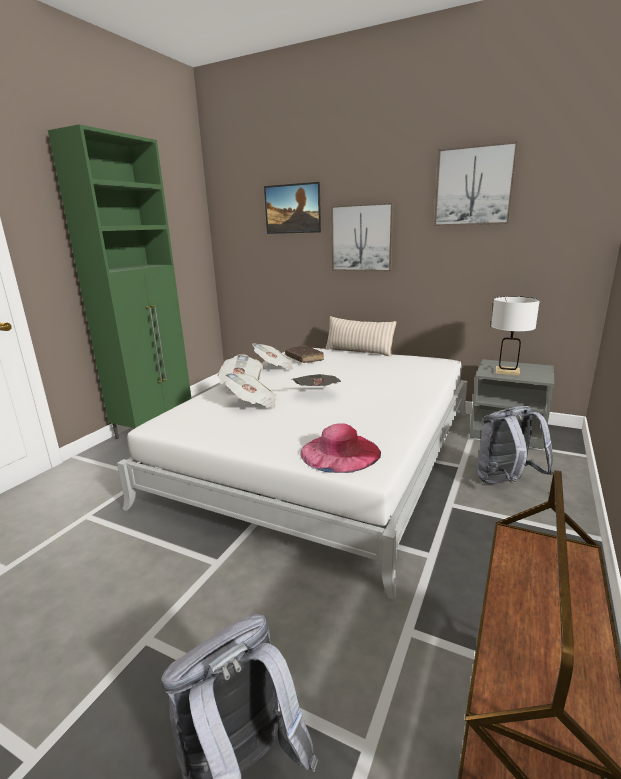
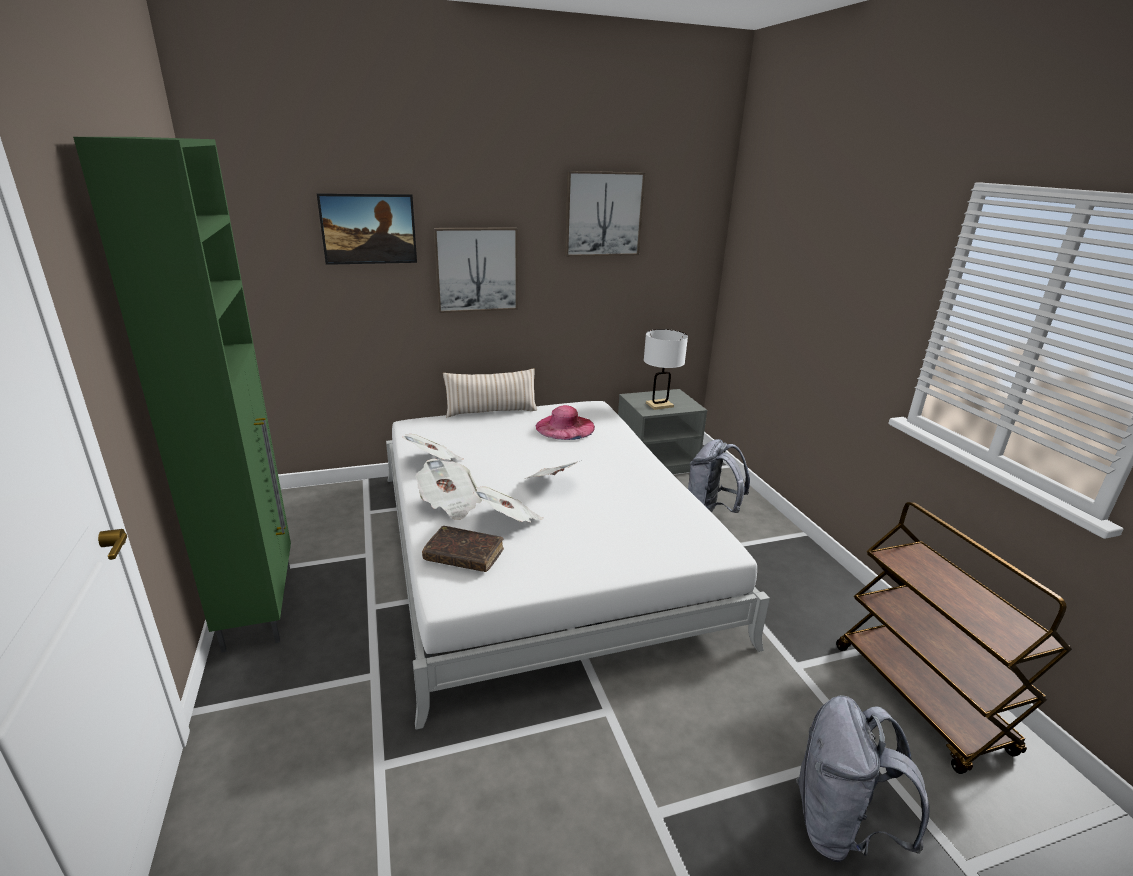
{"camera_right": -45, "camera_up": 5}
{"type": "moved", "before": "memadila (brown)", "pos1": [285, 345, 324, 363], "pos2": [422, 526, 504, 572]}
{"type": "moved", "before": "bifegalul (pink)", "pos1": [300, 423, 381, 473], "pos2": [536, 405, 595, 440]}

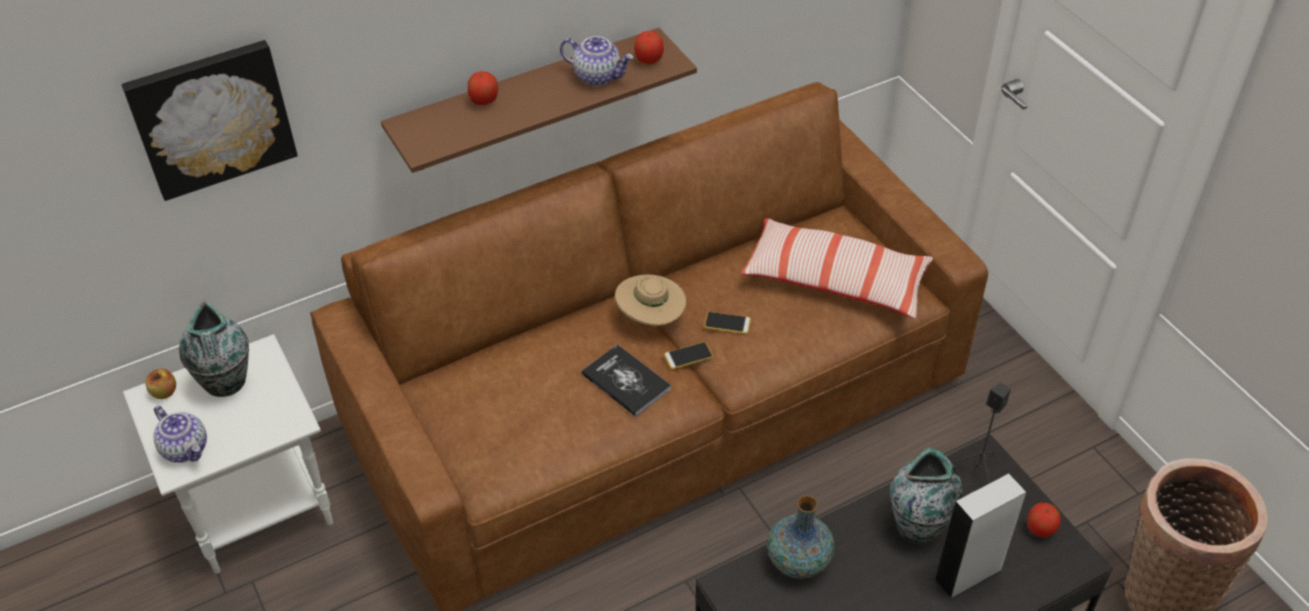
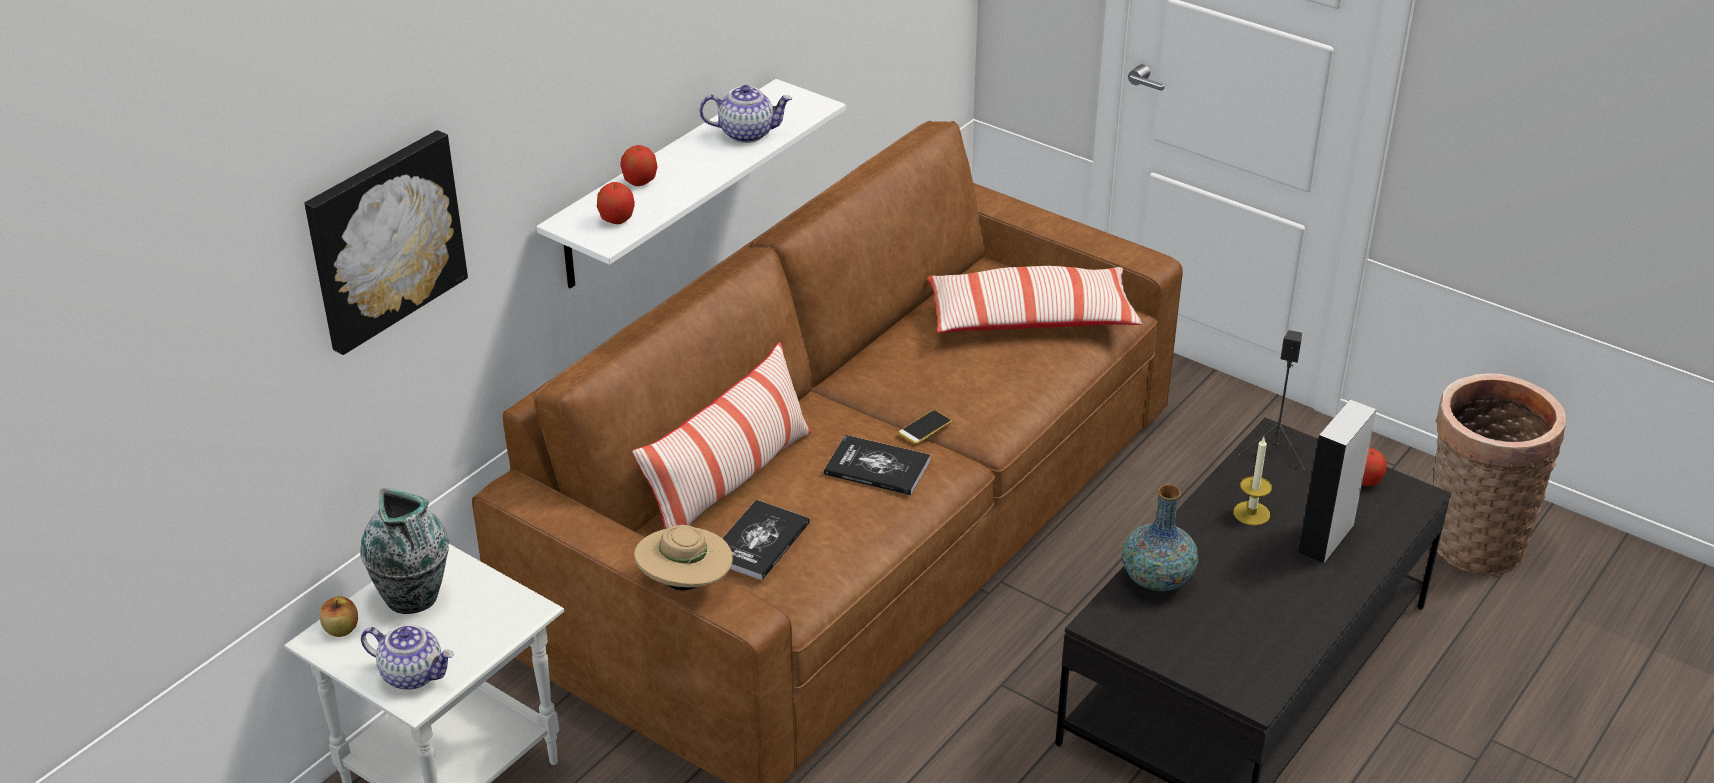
{"camera_right": -25, "camera_up": -10}
{"type": "removed", "before": "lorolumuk", "pos1": [704, 312, 751, 334]}
{"type": "added", "after": "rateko", "pos2": [632, 342, 812, 529]}
{"type": "added", "after": "memadila", "pos2": [722, 500, 810, 580]}
{"type": "moved", "before": "bifegalul (beige)", "pos1": [615, 275, 686, 326], "pos2": [634, 525, 733, 591]}
{"type": "moved", "before": "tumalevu", "pos1": [634, 31, 664, 64], "pos2": [597, 182, 635, 224]}
{"type": "replaced", "before": "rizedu", "after": "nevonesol", "pos1": [890, 447, 962, 544], "pos2": [1234, 437, 1272, 526]}
{"type": "recoloured", "before": "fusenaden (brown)", "after": "fusenaden (white)", "pos1": [381, 28, 697, 173], "pos2": [536, 79, 846, 288]}

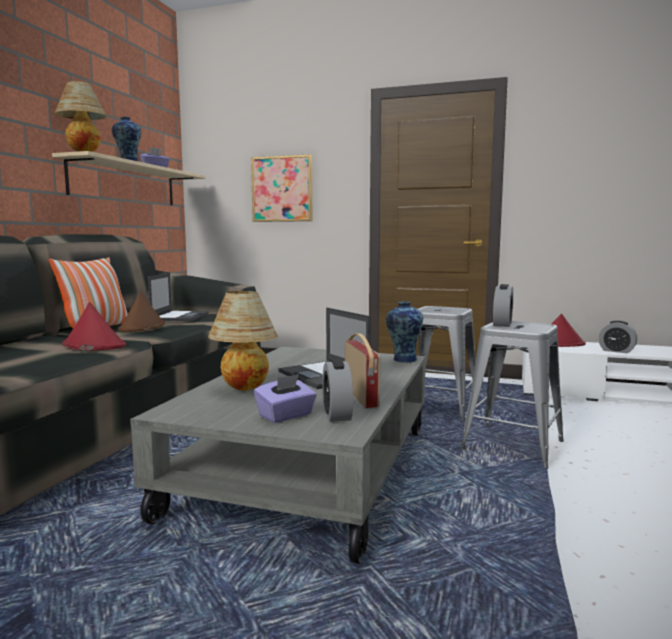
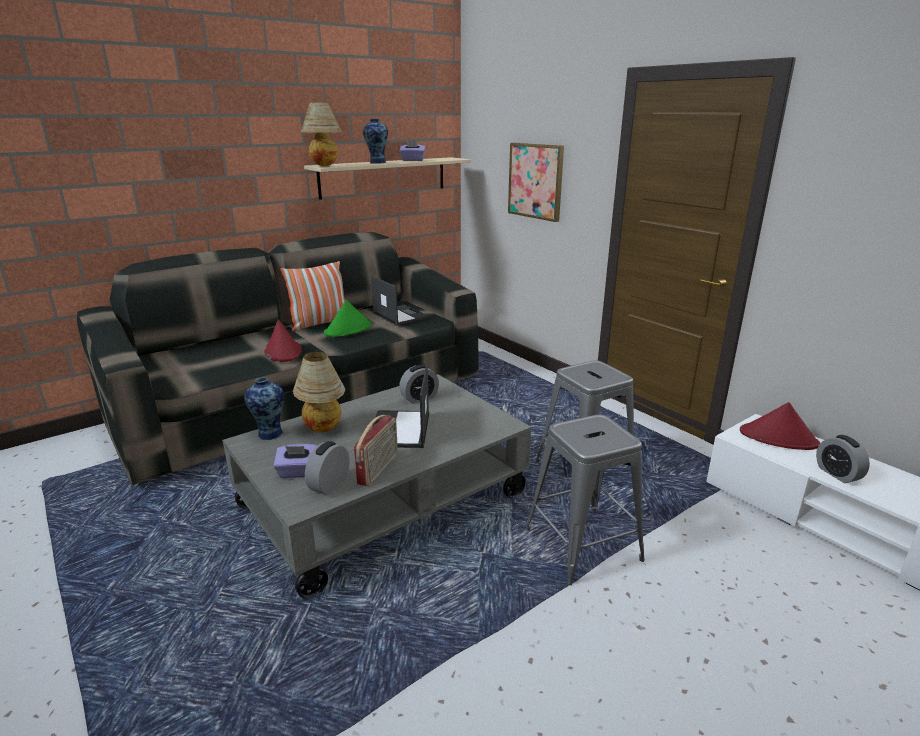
{"camera_right": 35, "camera_up": 15}
{"type": "moved", "before": "rizedu", "pos1": [386, 301, 423, 363], "pos2": [244, 377, 284, 440]}
{"type": "moved", "before": "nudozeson", "pos1": [493, 284, 513, 327], "pos2": [399, 365, 439, 404]}
{"type": "recoloured", "before": "bifegalul (brown)", "after": "bifegalul (green)", "pos1": [118, 291, 165, 332], "pos2": [324, 300, 372, 337]}
{"type": "turned", "before": "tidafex", "pos1": [148, 273, 209, 321], "pos2": [371, 276, 430, 326], "turn": -75}

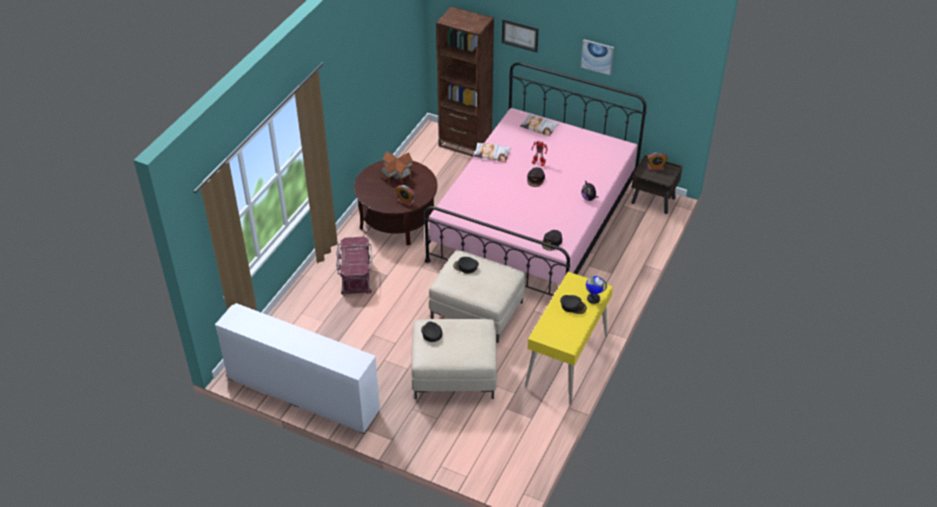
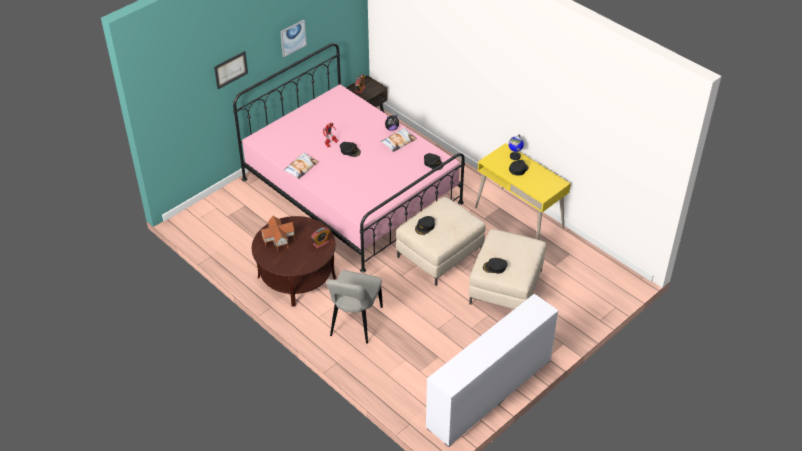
{"camera_right": -70, "camera_up": 0}
{"type": "removed", "before": "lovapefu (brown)", "pos1": [436, 7, 494, 156]}
{"type": "moved", "before": "rateko", "pos1": [520, 114, 559, 136], "pos2": [381, 128, 417, 152]}
{"type": "replaced", "before": "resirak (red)", "after": "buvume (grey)", "pos1": [336, 237, 372, 296], "pos2": [326, 270, 383, 344]}

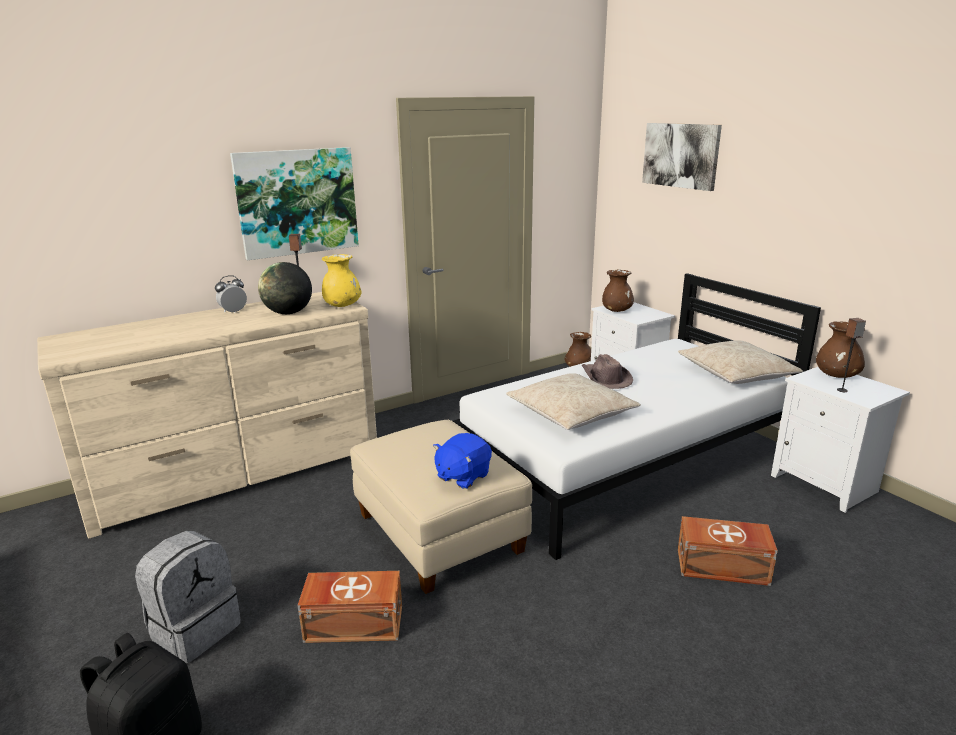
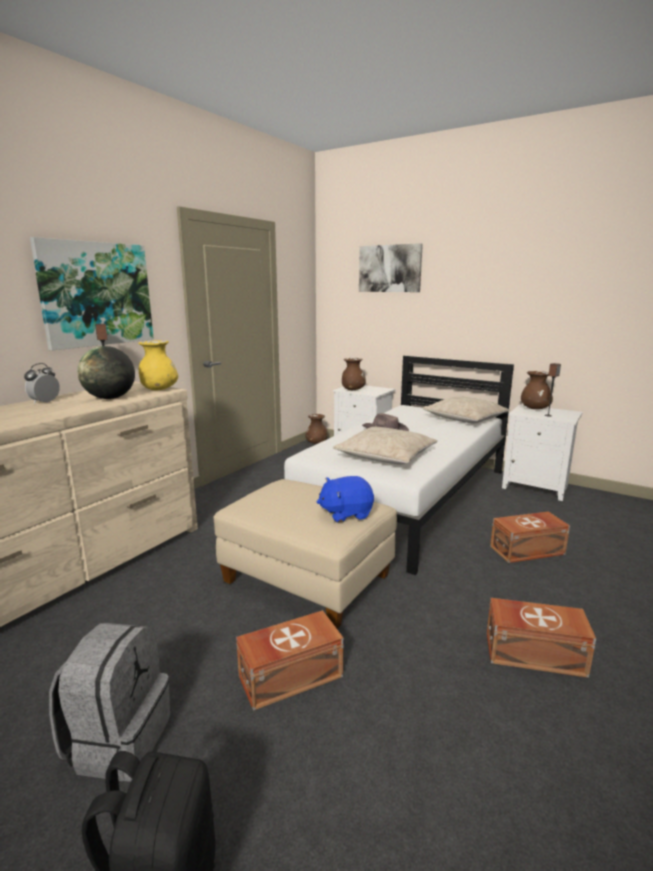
{"camera_right": -25, "camera_up": -5}
{"type": "added", "after": "resirak (brown)", "pos2": [486, 598, 596, 678]}
{"type": "turned", "before": "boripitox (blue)", "pos1": [433, 433, 492, 489], "pos2": [317, 476, 374, 523], "turn": 60}

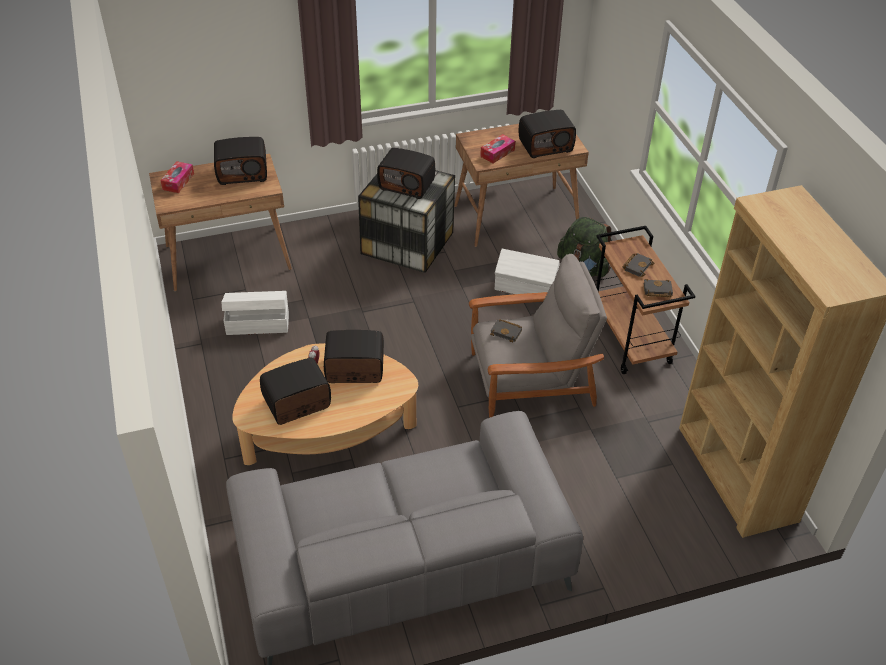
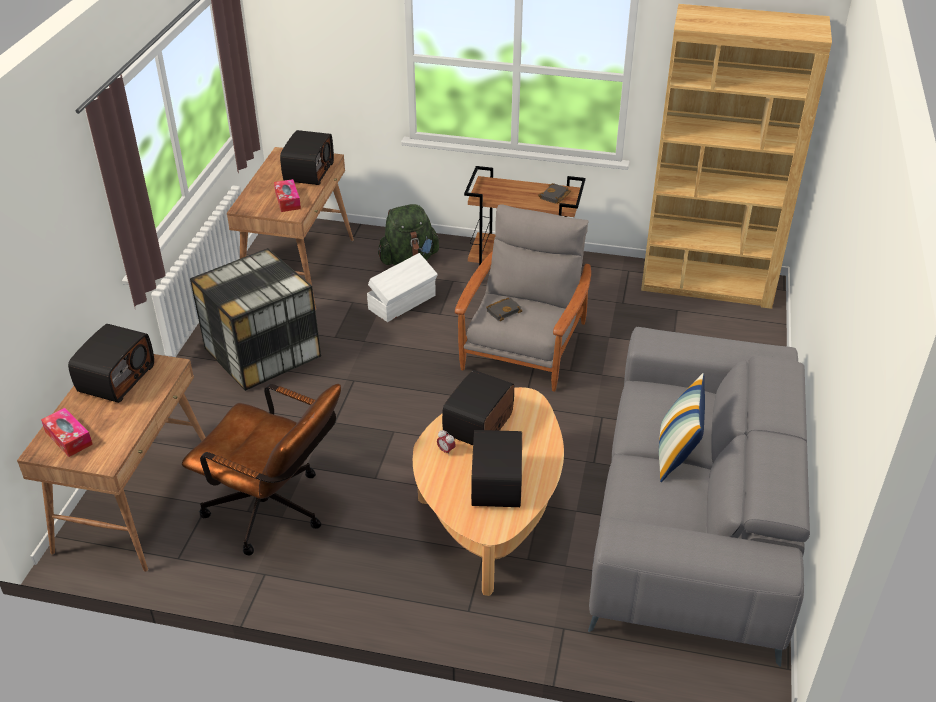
{"camera_right": -60, "camera_up": -5}
{"type": "removed", "before": "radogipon", "pos1": [377, 148, 435, 199]}
{"type": "removed", "before": "memadila (black)", "pos1": [623, 253, 655, 277]}
{"type": "added", "after": "rateko", "pos2": [659, 373, 705, 482]}
{"type": "replaced", "before": "resirak (white)", "after": "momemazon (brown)", "pos1": [221, 291, 289, 335], "pos2": [182, 384, 341, 555]}

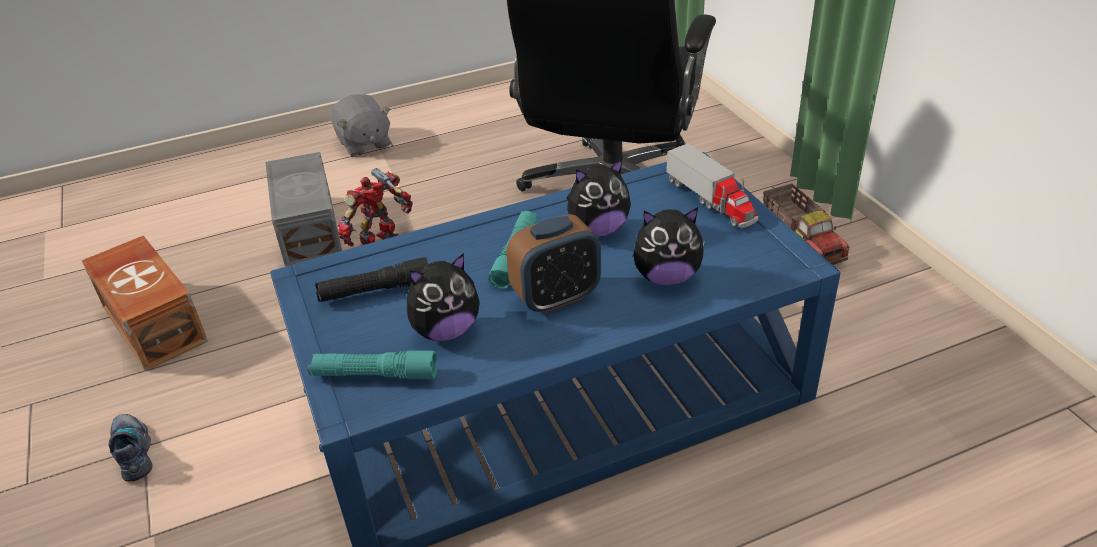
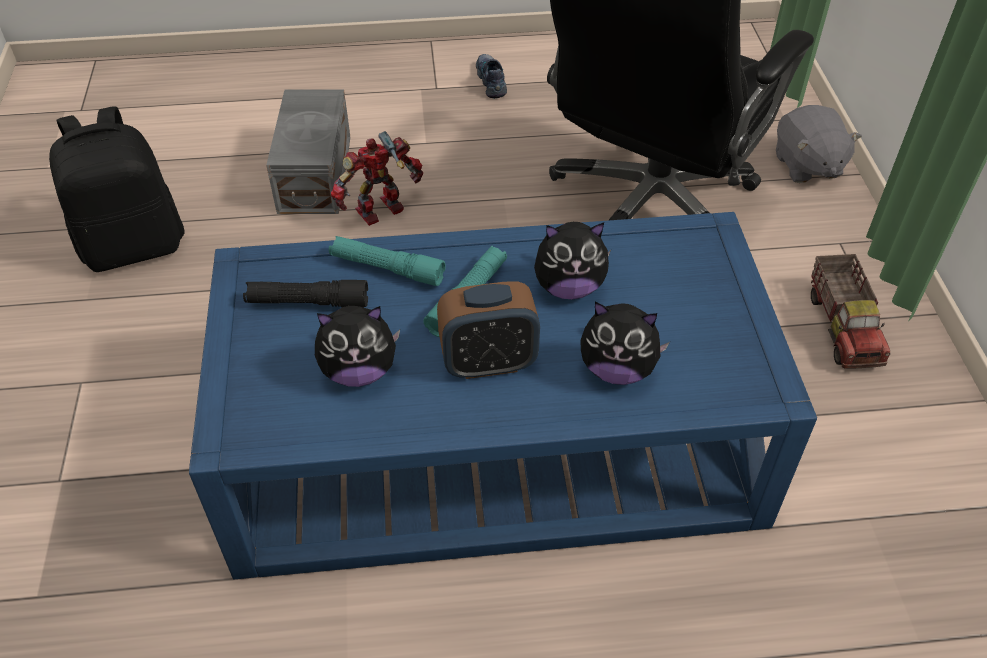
{"camera_right": 15, "camera_up": 10}
{"type": "removed", "before": "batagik", "pos1": [666, 143, 759, 228]}
{"type": "moved", "before": "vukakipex", "pos1": [109, 414, 153, 481], "pos2": [476, 54, 507, 99]}
{"type": "moved", "before": "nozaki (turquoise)", "pos1": [308, 351, 437, 379], "pos2": [329, 236, 446, 286]}
{"type": "moved", "before": "boripitox (grey)", "pos1": [331, 94, 391, 157], "pos2": [776, 105, 862, 183]}
{"type": "replaced", "before": "resirak (brown)", "after": "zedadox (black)", "pos1": [82, 235, 208, 371], "pos2": [49, 107, 184, 272]}

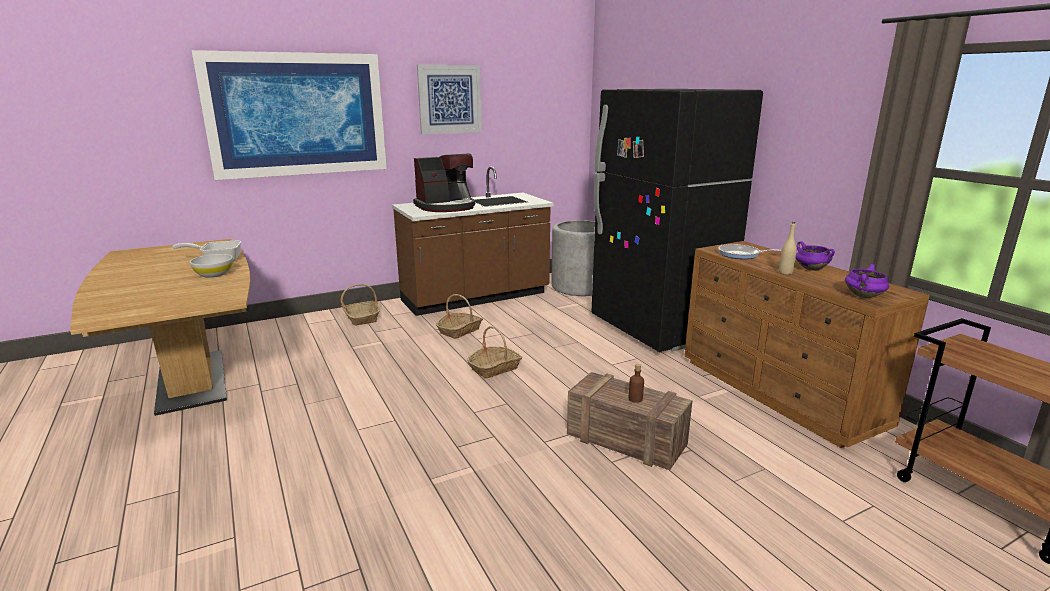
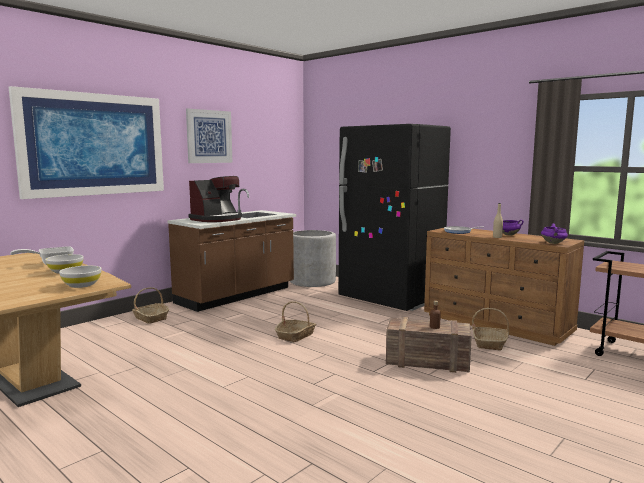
{"camera_right": -20, "camera_up": -10}
{"type": "added", "after": "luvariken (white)", "pos2": [59, 266, 101, 288]}
{"type": "moved", "before": "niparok", "pos1": [436, 294, 483, 339], "pos2": [472, 308, 509, 351]}

